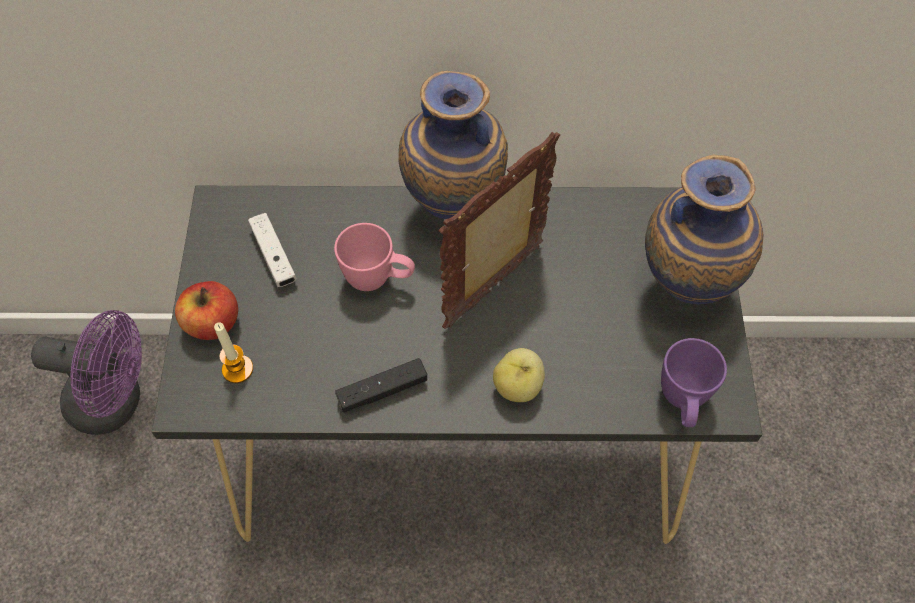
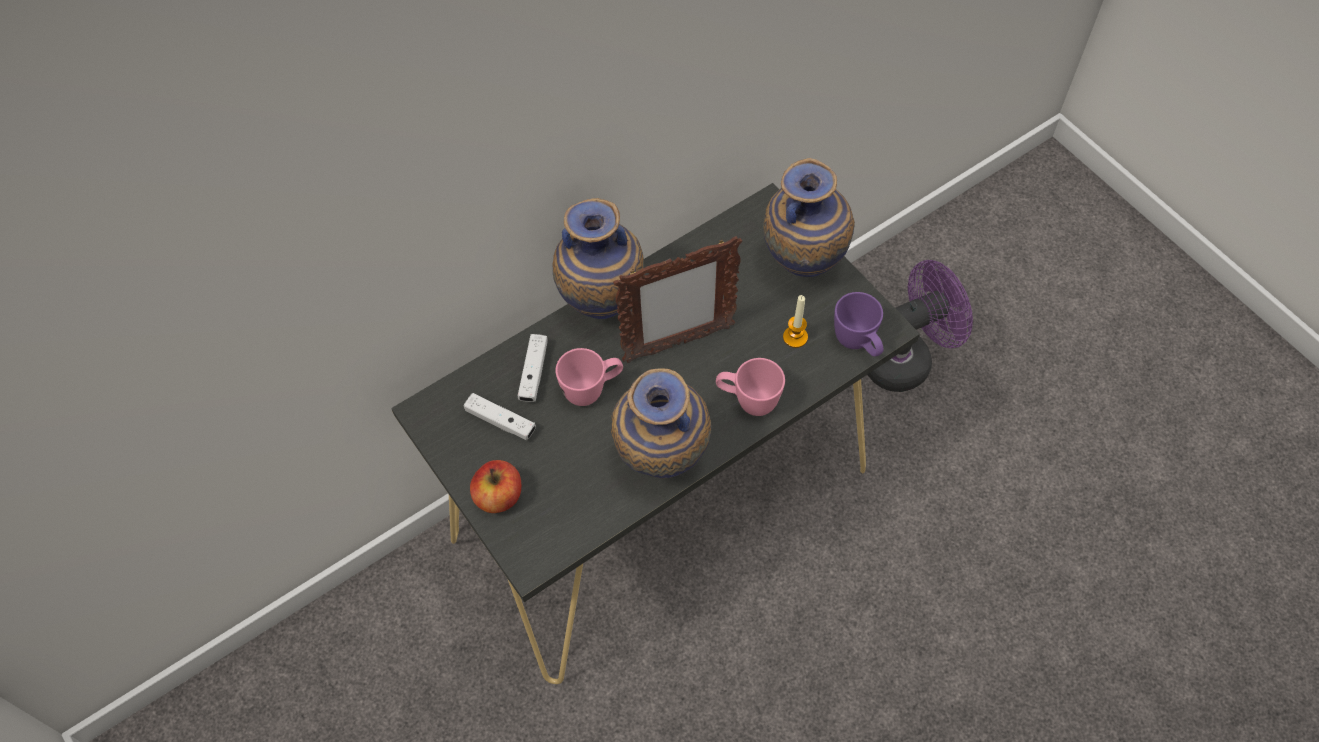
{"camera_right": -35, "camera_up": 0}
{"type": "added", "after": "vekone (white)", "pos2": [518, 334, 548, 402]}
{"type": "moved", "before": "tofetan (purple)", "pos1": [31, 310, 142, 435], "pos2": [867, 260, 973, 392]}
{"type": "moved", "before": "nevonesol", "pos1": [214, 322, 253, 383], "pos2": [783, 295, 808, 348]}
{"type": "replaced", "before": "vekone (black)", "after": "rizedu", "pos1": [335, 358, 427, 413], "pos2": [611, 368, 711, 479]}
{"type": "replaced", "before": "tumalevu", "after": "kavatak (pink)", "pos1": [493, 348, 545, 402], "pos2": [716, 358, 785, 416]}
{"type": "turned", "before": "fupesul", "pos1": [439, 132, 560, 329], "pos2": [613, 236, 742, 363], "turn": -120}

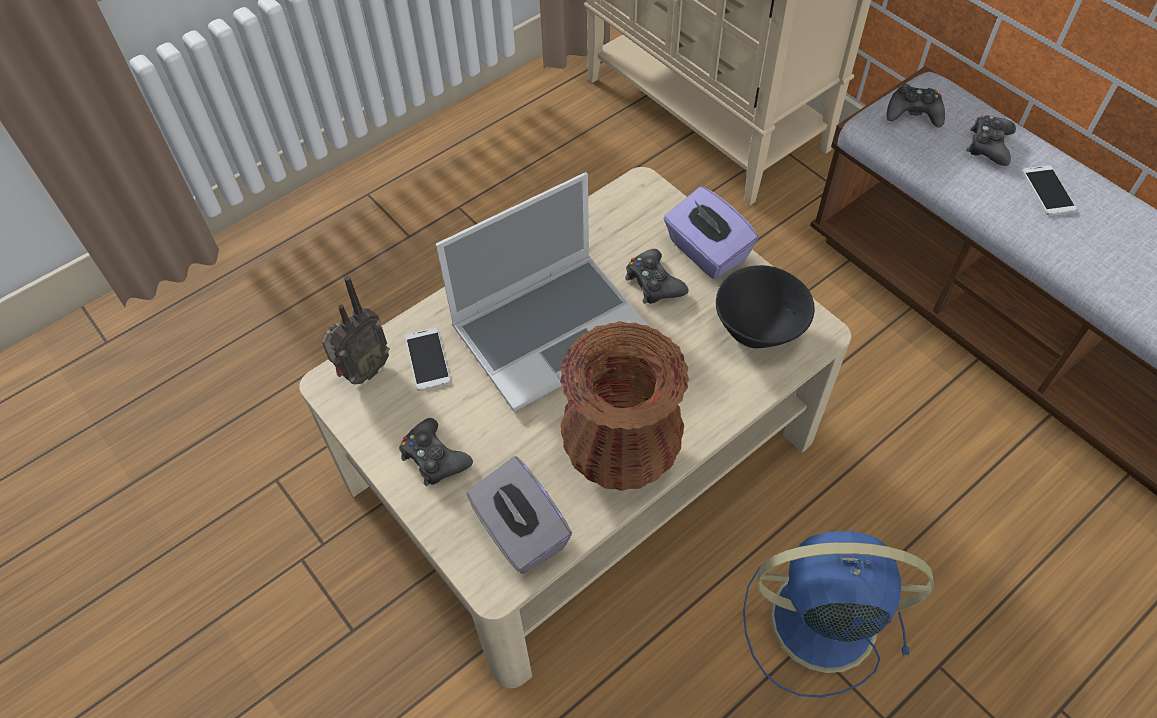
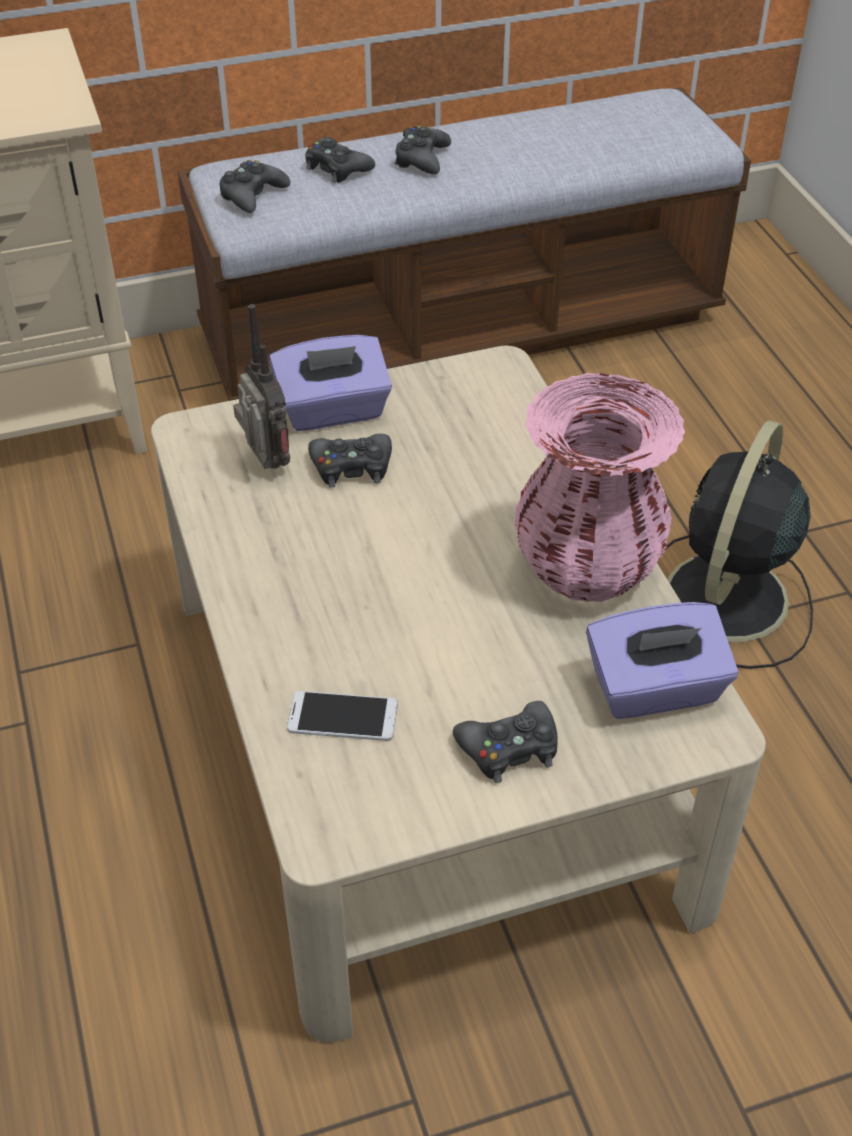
{"camera_right": -70, "camera_up": -10}
{"type": "removed", "before": "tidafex", "pos1": [436, 172, 650, 412]}
{"type": "removed", "before": "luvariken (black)", "pos1": [716, 265, 815, 348]}
{"type": "moved", "before": "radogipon", "pos1": [322, 276, 390, 384], "pos2": [233, 304, 290, 469]}
{"type": "replaced", "before": "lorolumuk", "after": "vekone (black)", "pos1": [1022, 165, 1077, 216], "pos2": [394, 126, 451, 174]}
{"type": "recoloured", "before": "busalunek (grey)", "after": "busalunek (purple)", "pos1": [466, 456, 572, 574], "pos2": [586, 602, 738, 719]}
{"type": "recoloured", "before": "rizedu (brown)", "after": "rizedu (pink)", "pos1": [560, 321, 689, 491], "pos2": [514, 373, 685, 602]}
{"type": "recoloured", "before": "tofetan (blue)", "after": "tofetan (black)", "pos1": [743, 531, 934, 698], "pos2": [665, 420, 813, 669]}

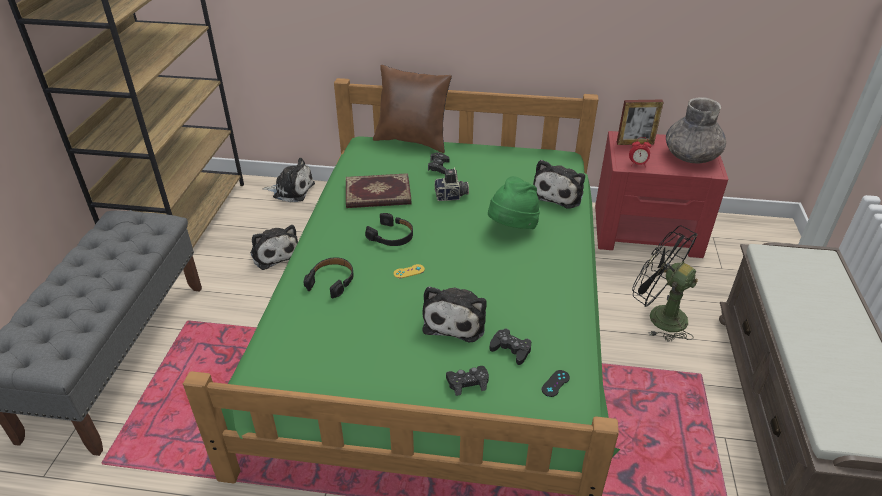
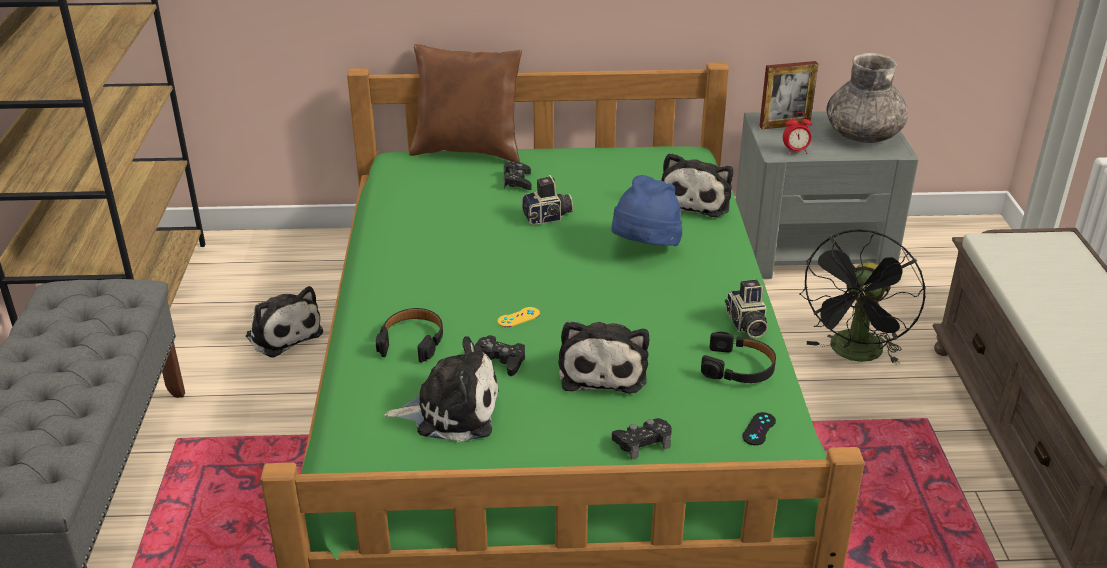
{"camera_right": -10, "camera_up": -5}
{"type": "removed", "before": "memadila", "pos1": [346, 173, 411, 208]}
{"type": "added", "after": "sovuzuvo", "pos2": [725, 280, 768, 338]}
{"type": "moved", "before": "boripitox", "pos1": [263, 158, 315, 202], "pos2": [384, 336, 499, 442]}
{"type": "moved", "before": "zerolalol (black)", "pos1": [365, 213, 413, 246], "pos2": [701, 332, 776, 383]}
{"type": "moved", "before": "vekone (black)", "pos1": [489, 329, 532, 365], "pos2": [474, 335, 525, 376]}
{"type": "recoloured", "before": "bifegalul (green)", "after": "bifegalul (blue)", "pos1": [488, 176, 540, 229], "pos2": [611, 175, 682, 246]}
{"type": "recoloured", "before": "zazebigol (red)", "after": "zazebigol (grey)", "pos1": [595, 131, 728, 258], "pos2": [735, 111, 919, 279]}
{"type": "turned", "before": "tofetan (black)", "pos1": [632, 225, 698, 342], "pos2": [799, 229, 926, 364], "turn": -90}

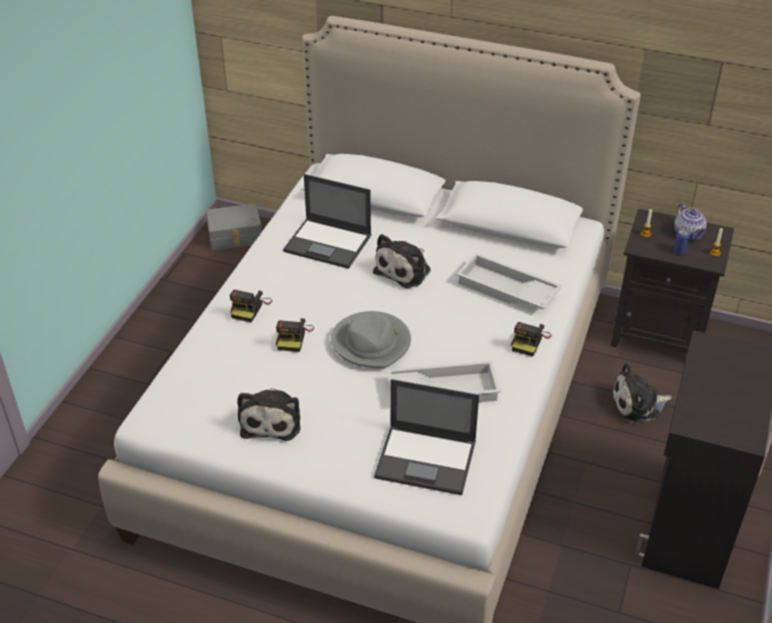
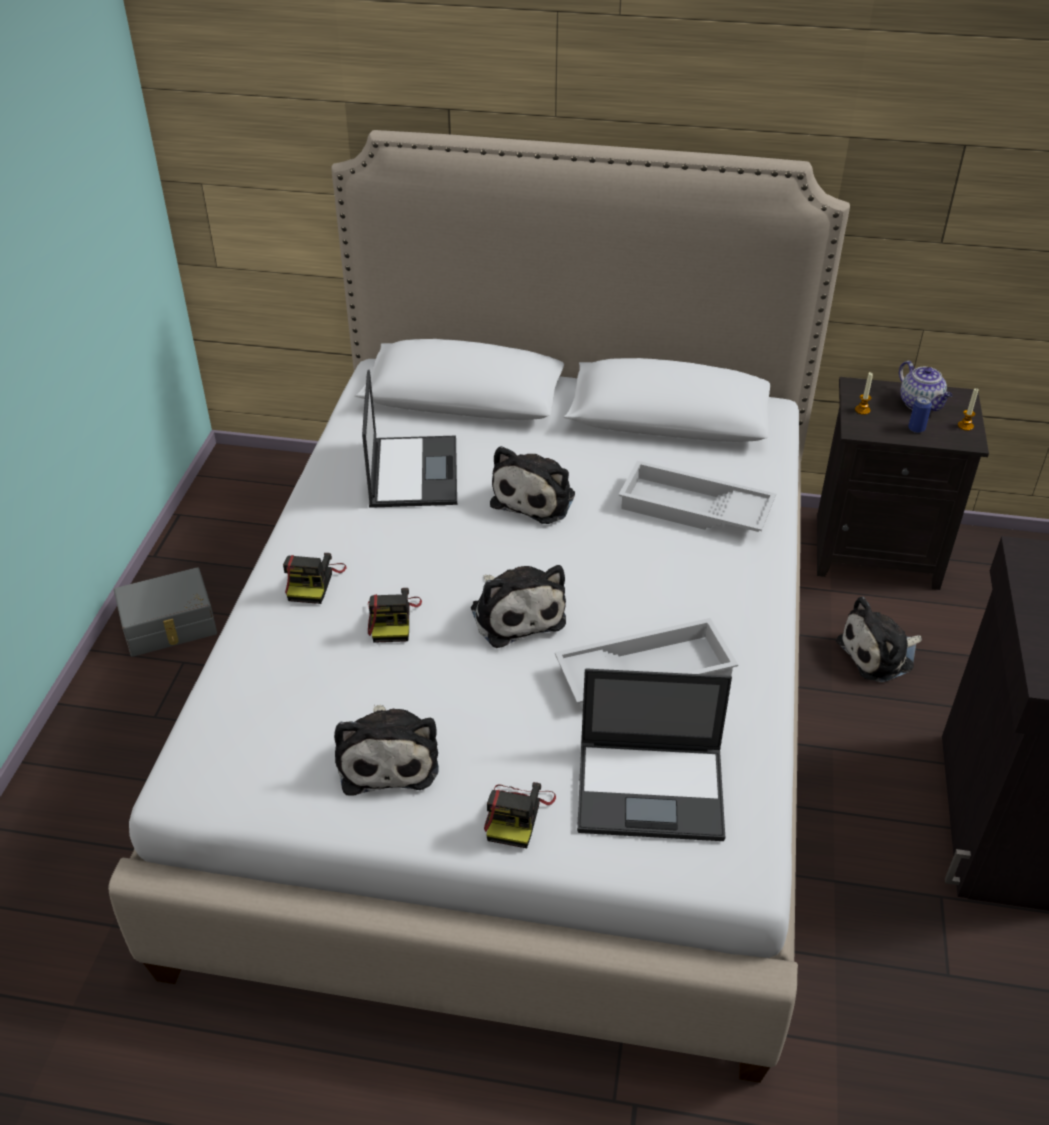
{"camera_right": -10, "camera_up": 0}
{"type": "moved", "before": "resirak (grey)", "pos1": [206, 203, 262, 250], "pos2": [114, 567, 217, 657]}
{"type": "moved", "before": "sovuzuvo", "pos1": [511, 322, 552, 357], "pos2": [484, 782, 556, 848]}
{"type": "replaced", "before": "bifegalul (grey)", "after": "boripitox", "pos1": [331, 311, 411, 368], "pos2": [471, 565, 566, 648]}
{"type": "turned", "before": "tidafex", "pos1": [283, 174, 371, 269], "pos2": [362, 370, 457, 508], "turn": -105}

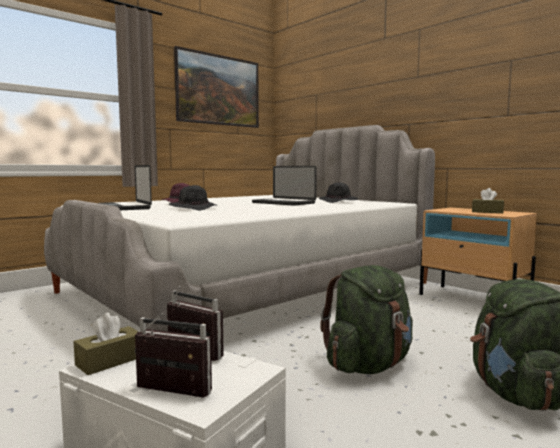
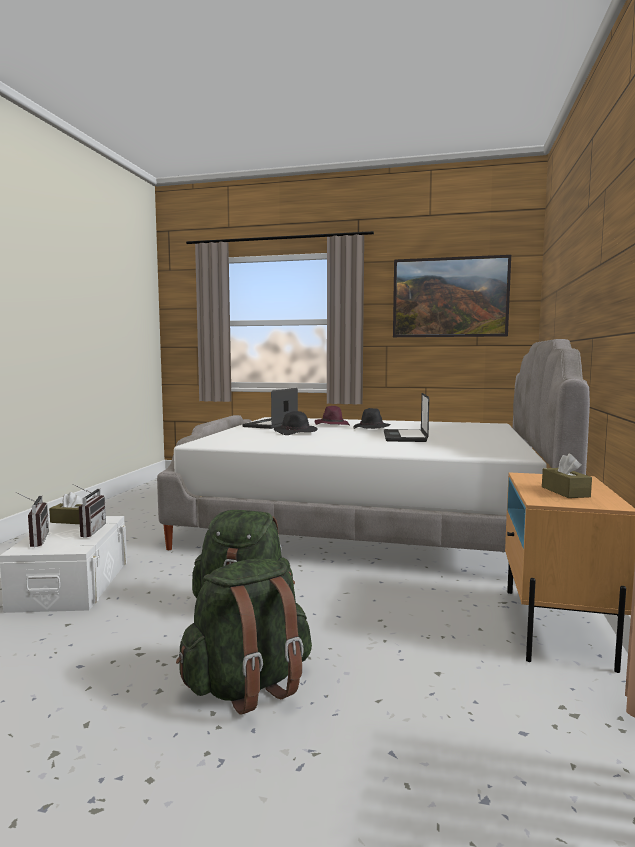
{"camera_right": 55, "camera_up": 0}
{"type": "moved", "before": "bifegalul (black)", "pos1": [319, 182, 358, 203], "pos2": [353, 408, 391, 429]}

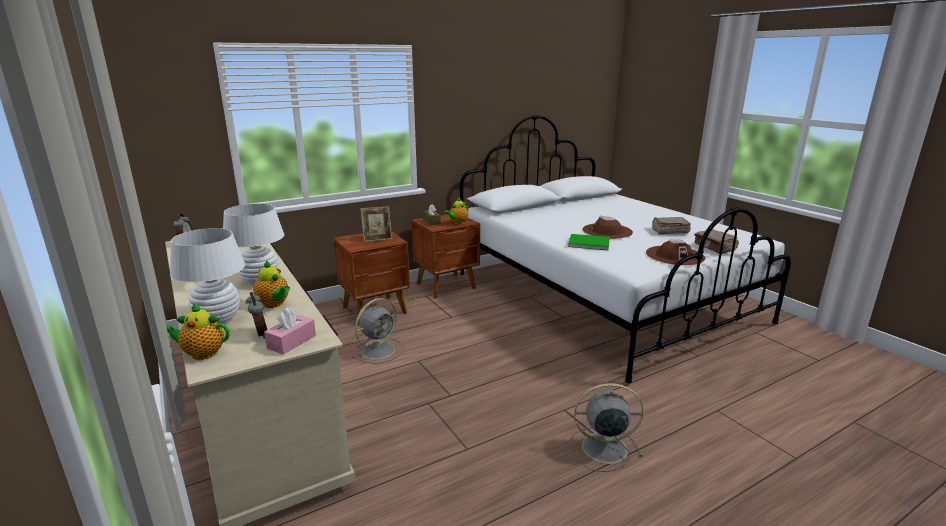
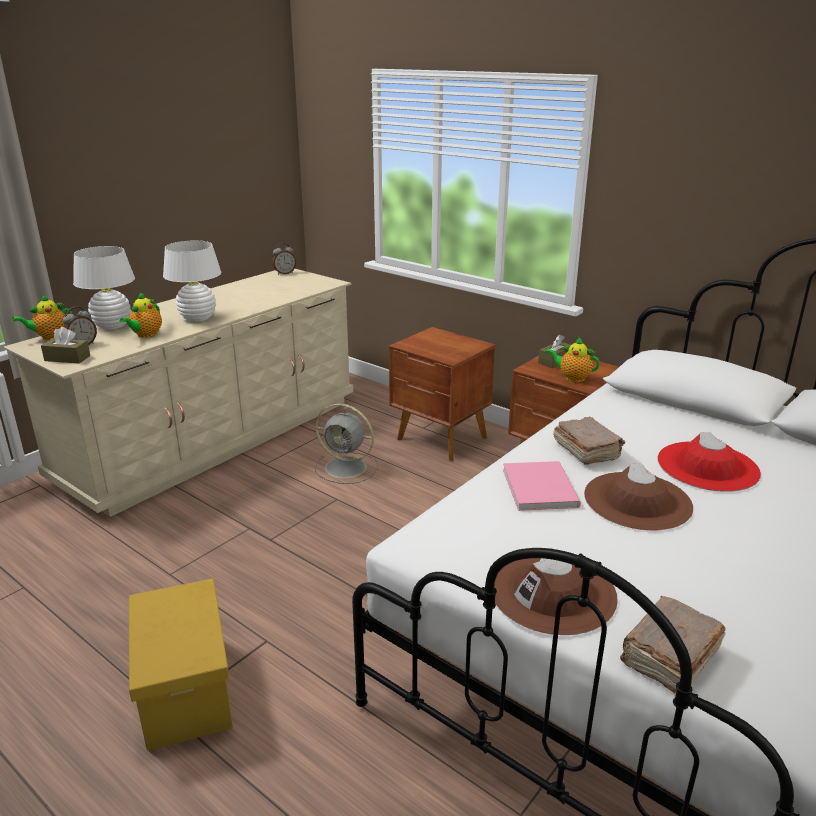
{"camera_right": 70, "camera_up": 5}
{"type": "removed", "before": "fupesul", "pos1": [360, 206, 392, 242]}
{"type": "added", "after": "bifegalul (red)", "pos2": [658, 432, 761, 492]}
{"type": "moved", "before": "memadila (brown)", "pos1": [652, 217, 691, 234], "pos2": [553, 417, 625, 465]}
{"type": "replaced", "before": "tofetan (grey)", "after": "resirak (yellow)", "pos1": [571, 383, 643, 472], "pos2": [129, 578, 233, 751]}
{"type": "recoloured", "before": "busalunek (pink)", "after": "busalunek (brown)", "pos1": [264, 308, 316, 355], "pos2": [41, 327, 90, 363]}
{"type": "recoloured", "before": "memadila (green)", "after": "memadila (pink)", "pos1": [568, 234, 610, 250], "pos2": [503, 461, 581, 511]}
{"type": "turned", "before": "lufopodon", "pos1": [166, 303, 229, 360], "pos2": [12, 294, 73, 340], "turn": -105}

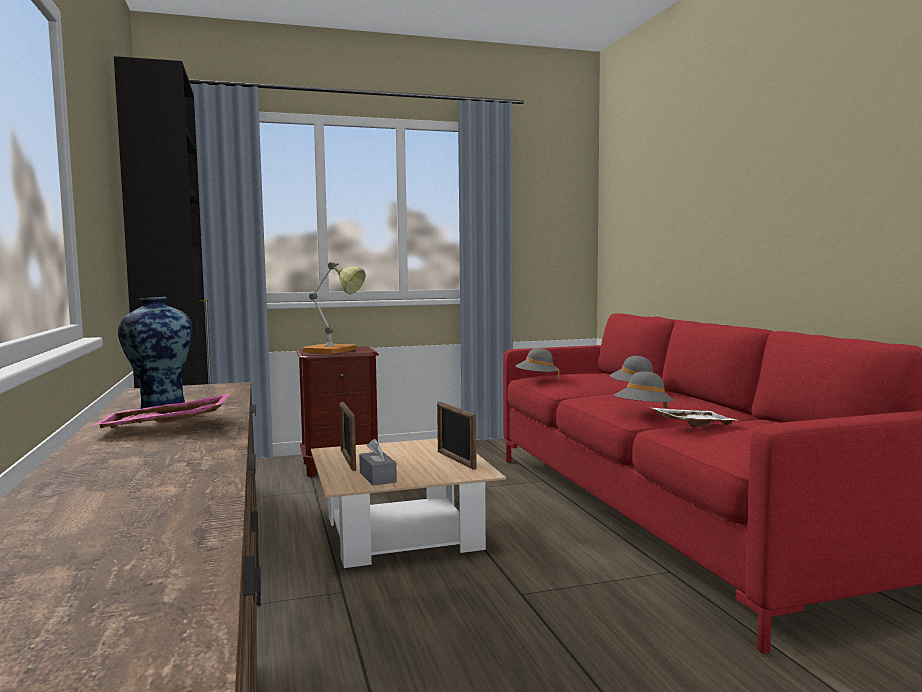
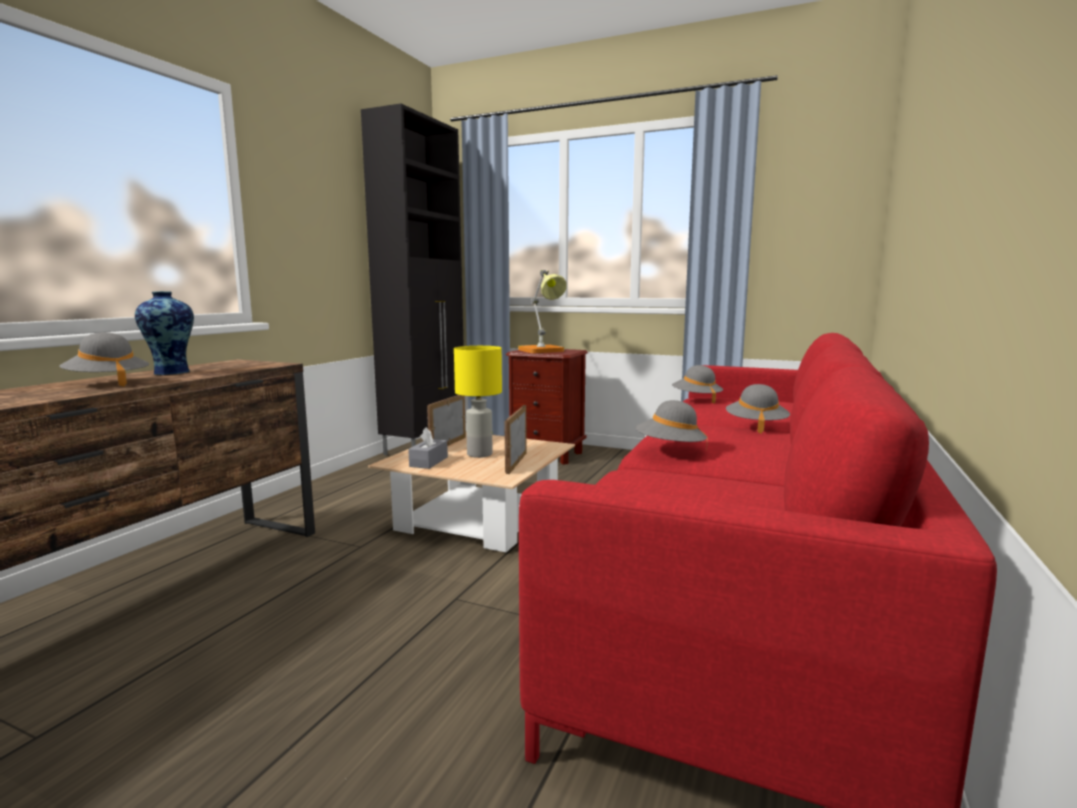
{"camera_right": 40, "camera_up": 5}
{"type": "removed", "before": "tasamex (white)", "pos1": [649, 407, 739, 427]}
{"type": "added", "after": "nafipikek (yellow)", "pos2": [454, 346, 502, 458]}
{"type": "replaced", "before": "tasamex (pink)", "after": "bifegalul (grey)", "pos1": [89, 393, 231, 428], "pos2": [60, 332, 149, 387]}

